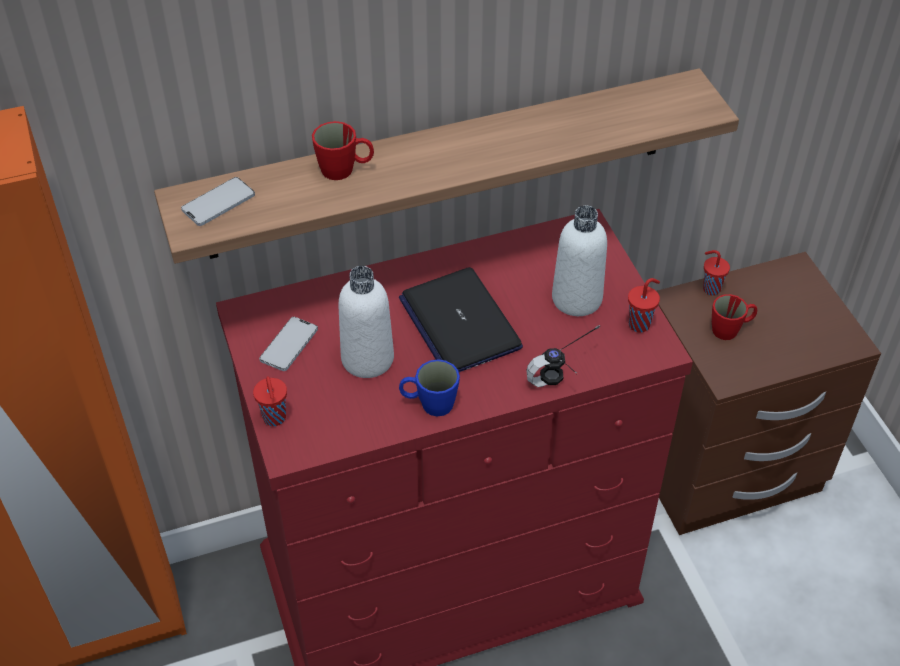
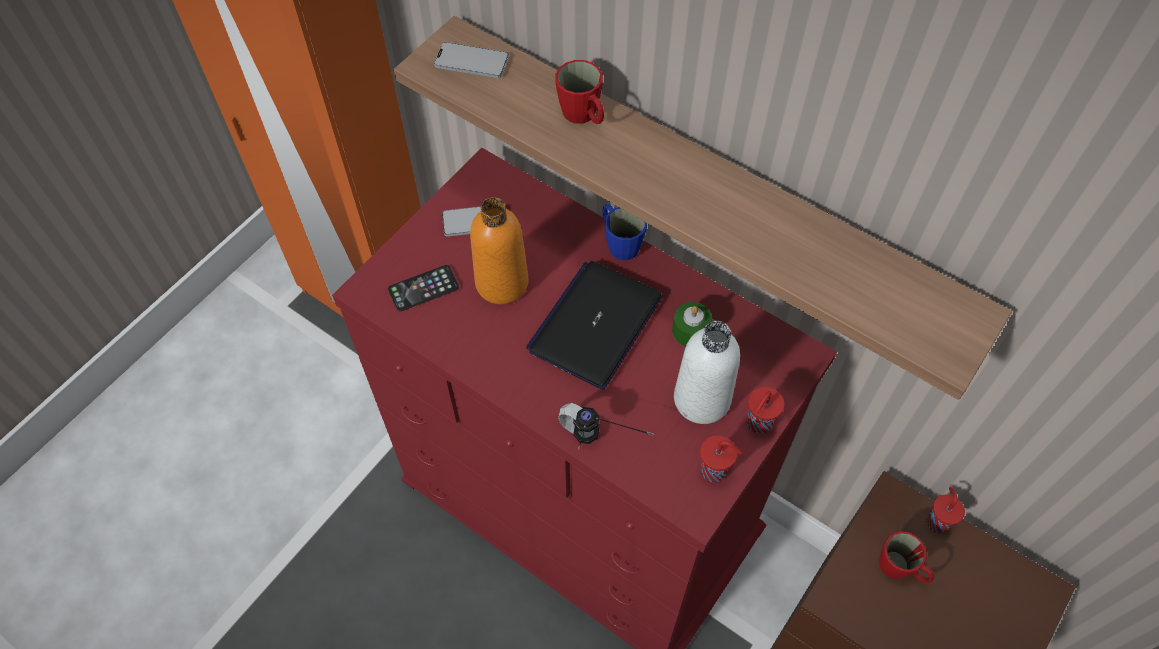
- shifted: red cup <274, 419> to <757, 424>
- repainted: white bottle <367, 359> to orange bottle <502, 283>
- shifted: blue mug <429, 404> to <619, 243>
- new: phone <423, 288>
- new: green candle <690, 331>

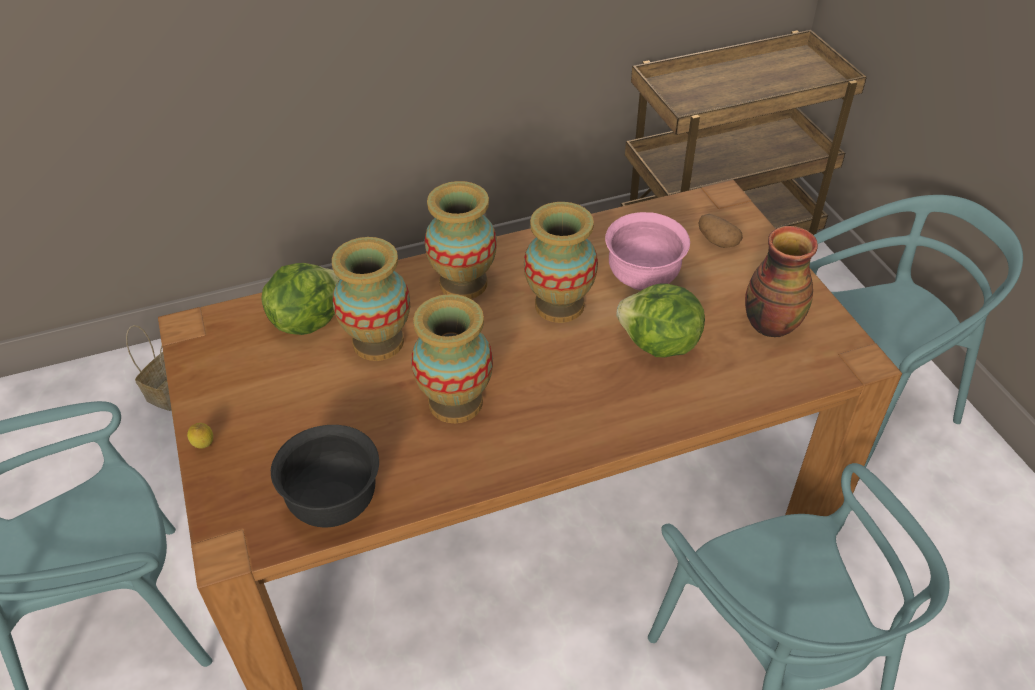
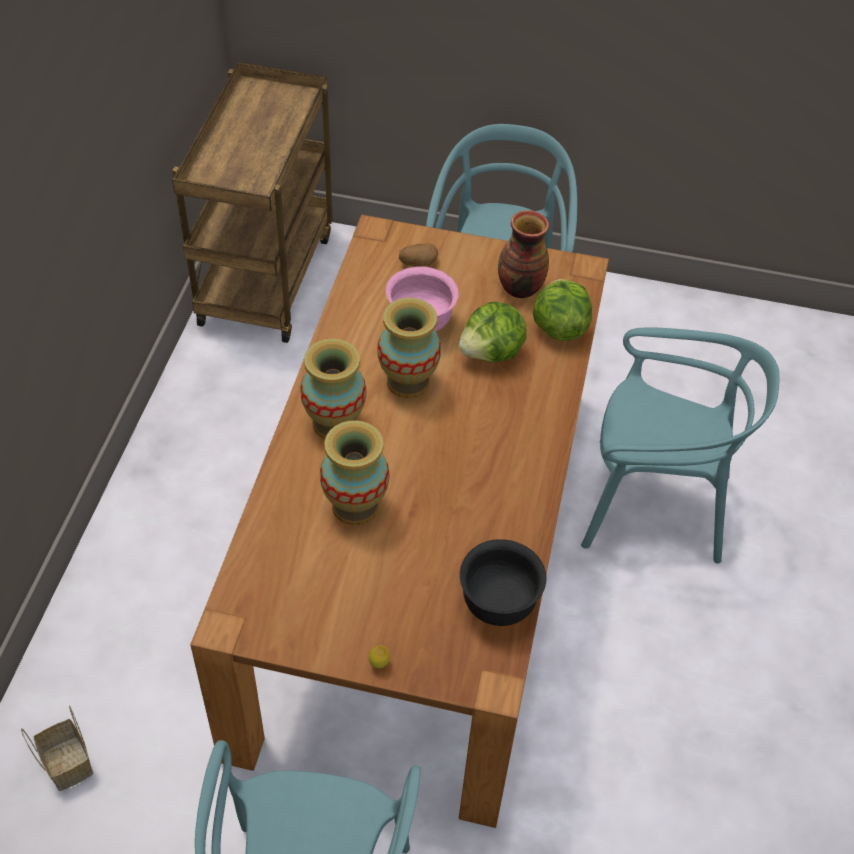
- shifted: lettuce <307, 320> to <559, 328>
- gone: vase <455, 402>

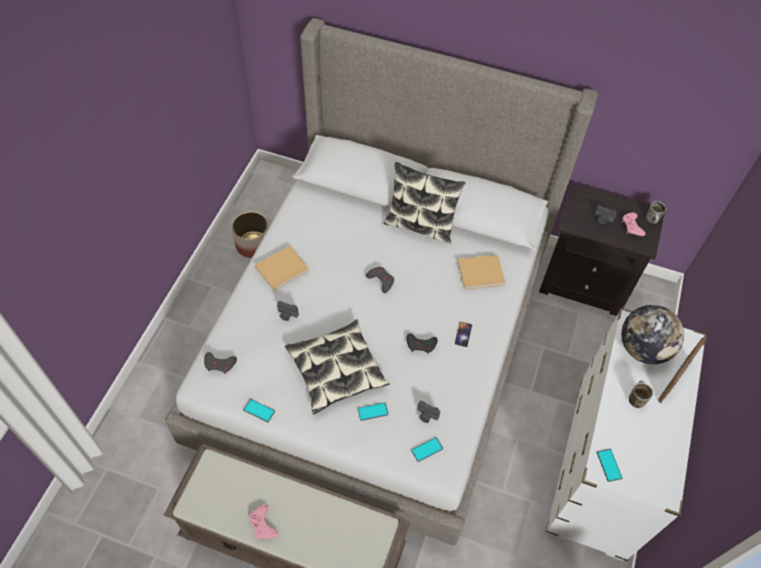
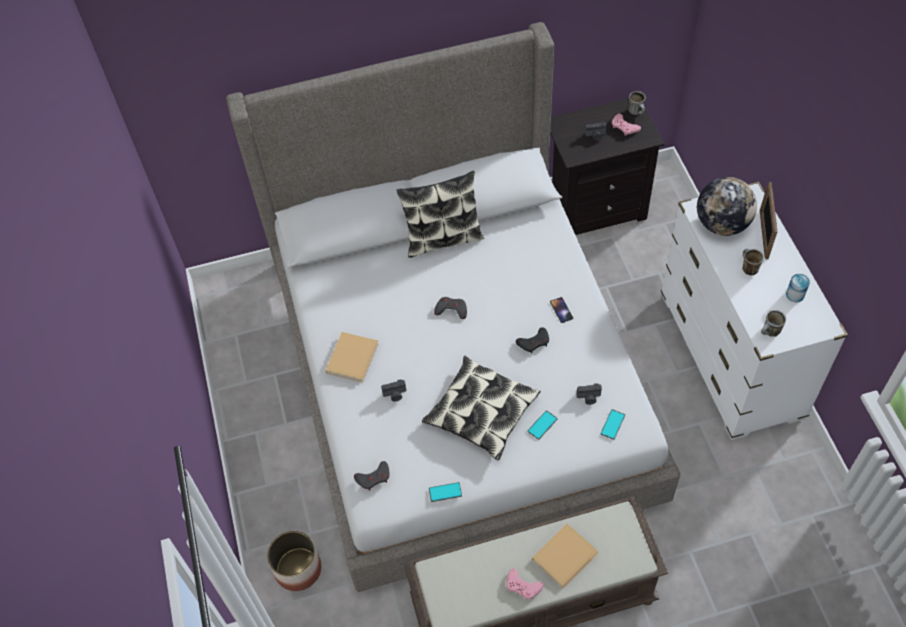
- shifted: planter <253, 245> to <298, 569>
- shifted: beige book <482, 273> to <566, 555>
- swapped: phone <609, 465> to mug <769, 333>
- new: can <795, 294>

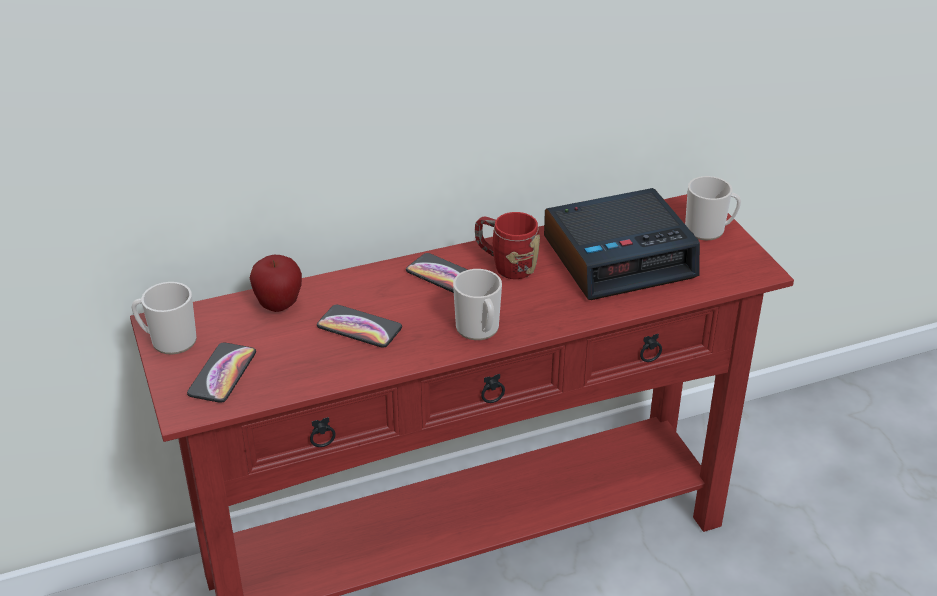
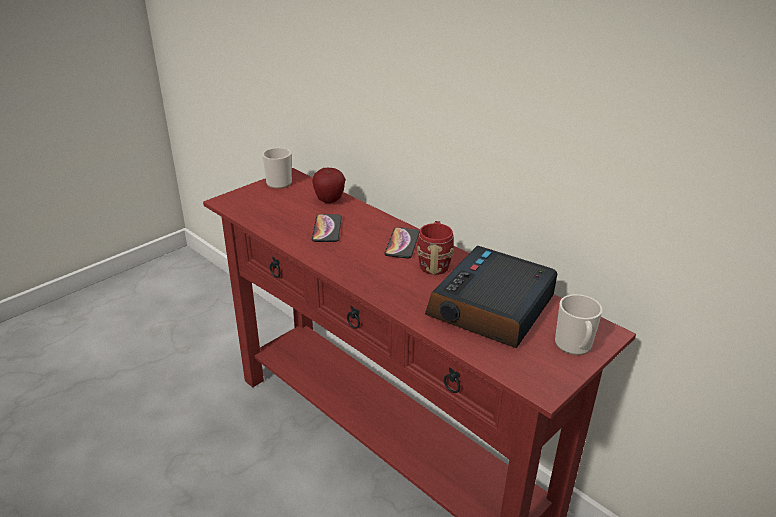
- gone: phone <222, 373>
- gone: mug <479, 330>
- rotated: alarm clock <620, 256> = <491, 308> 75 degrees clockwise

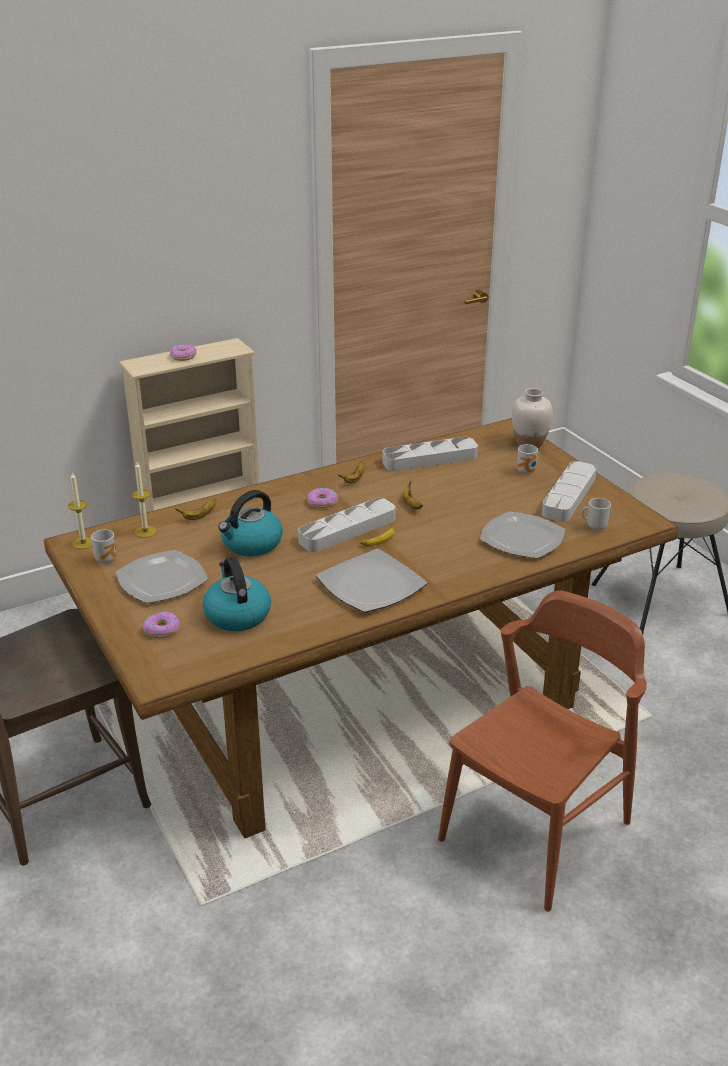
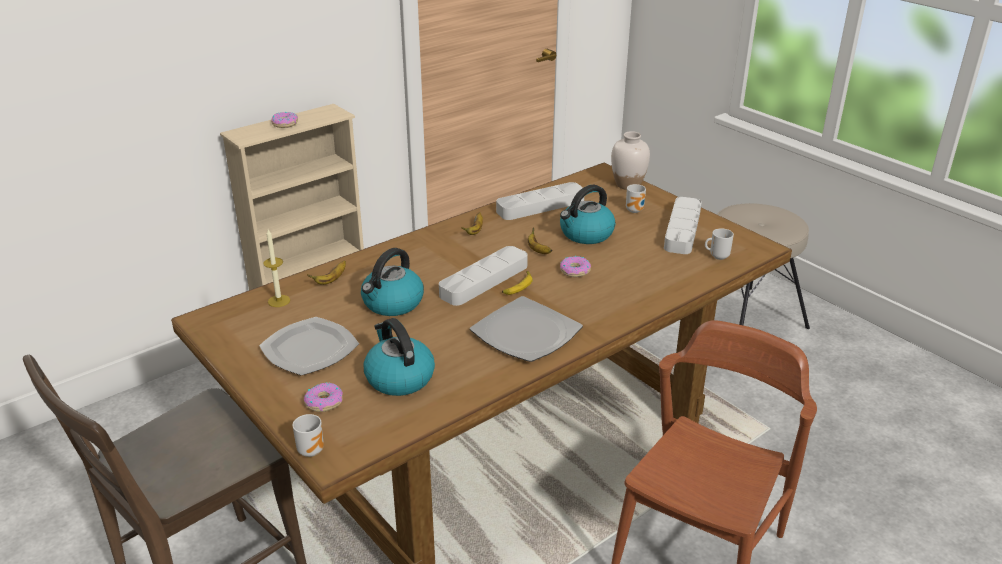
- gone: candle <83, 543>
- shifted: mug <107, 559> to <312, 450>
- shifted: donut <322, 502> to <575, 271>
- gone: plate <522, 539>
- new: kettle <586, 234>

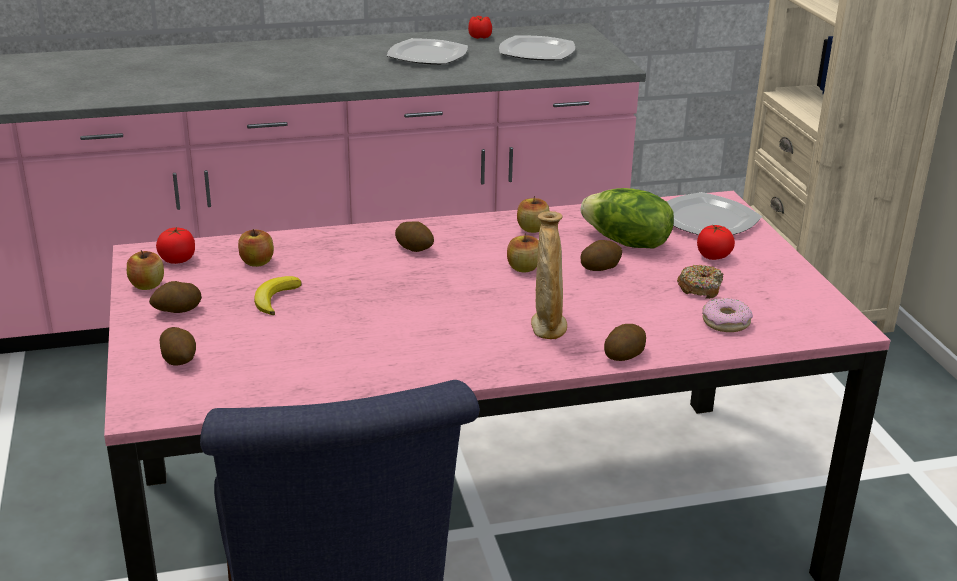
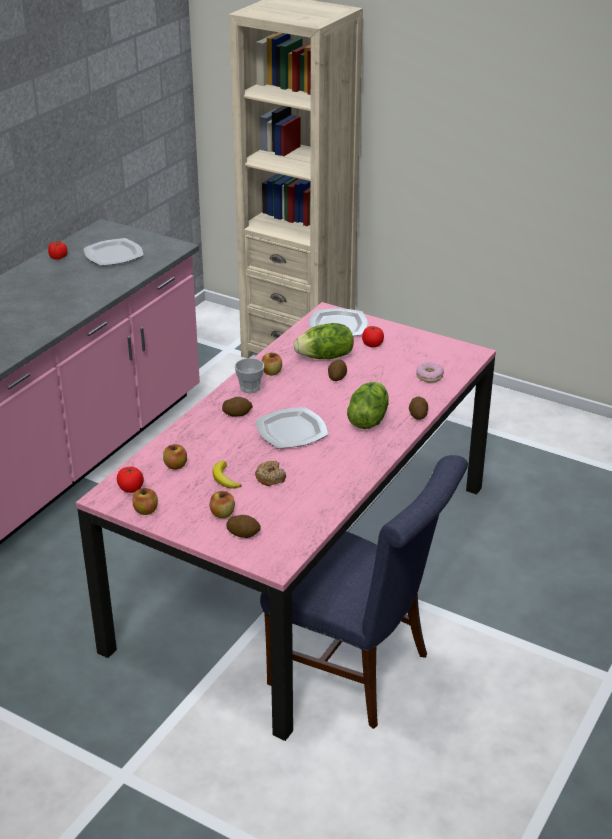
- gone: potato <177, 311>
- shifted: plate <428, 56> to <292, 431>
- shifted: apple <523, 268> to <222, 514>
- swapped: beige vase <548, 327> to lettuce <367, 419>
- shifted: donut <700, 288> to <270, 478>
- new: cup <250, 388>

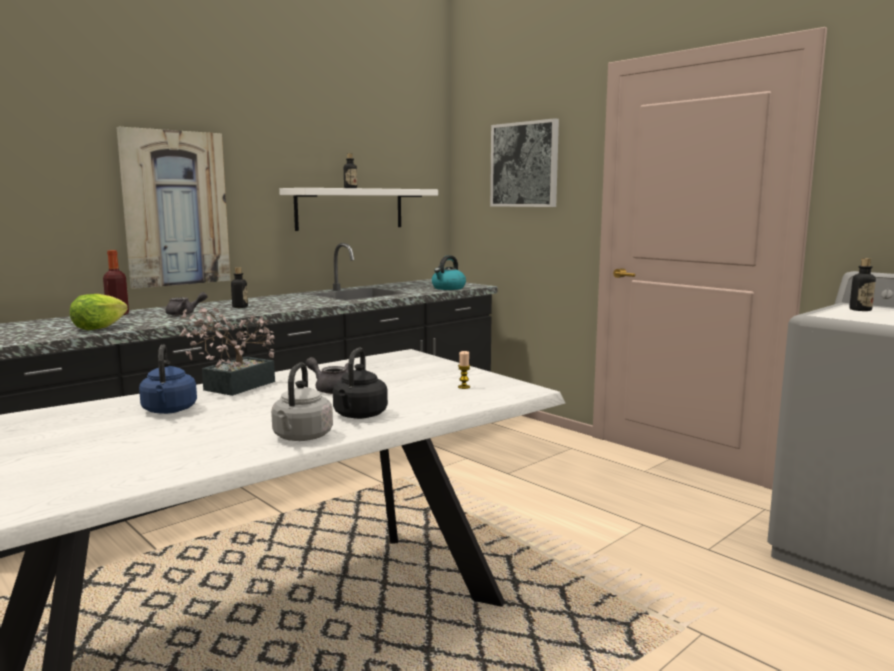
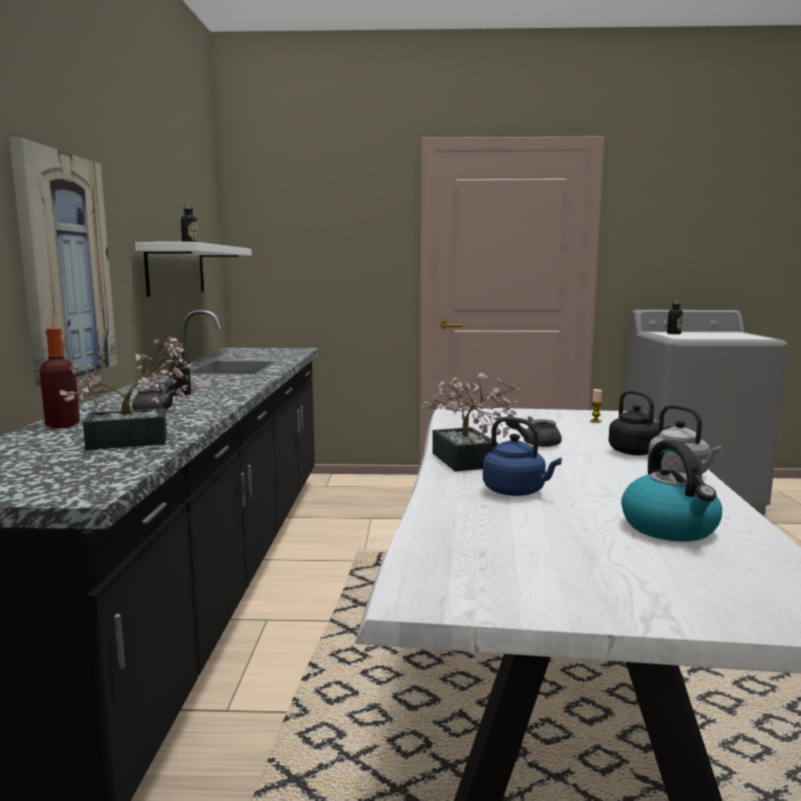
- swapped: lettuce <98, 328> to potted plant <138, 440>
- shifted: kettle <448, 288> to <670, 528>
- gone: picture <524, 164>

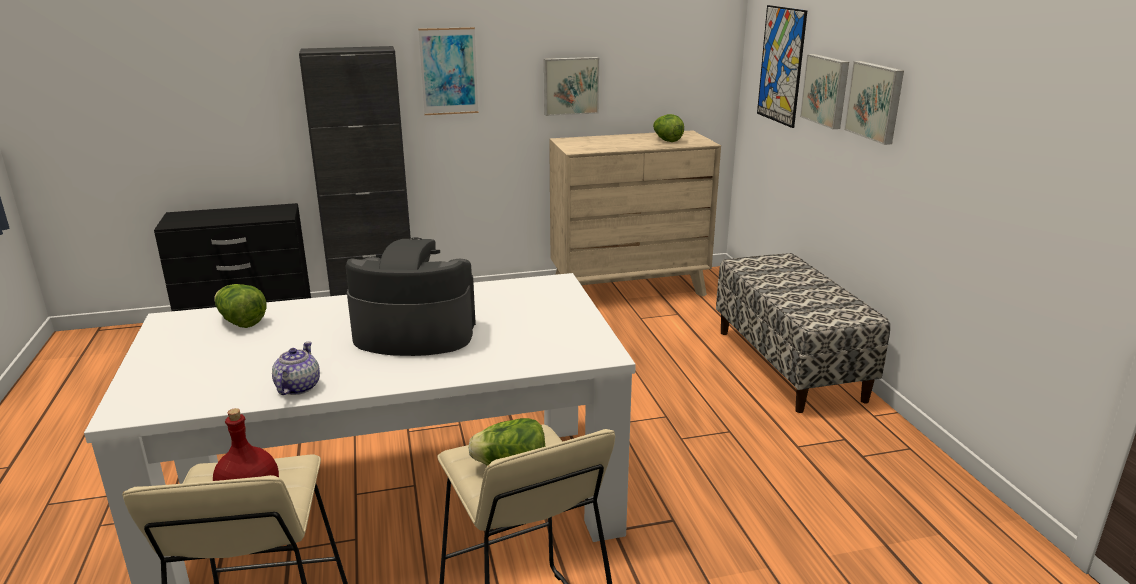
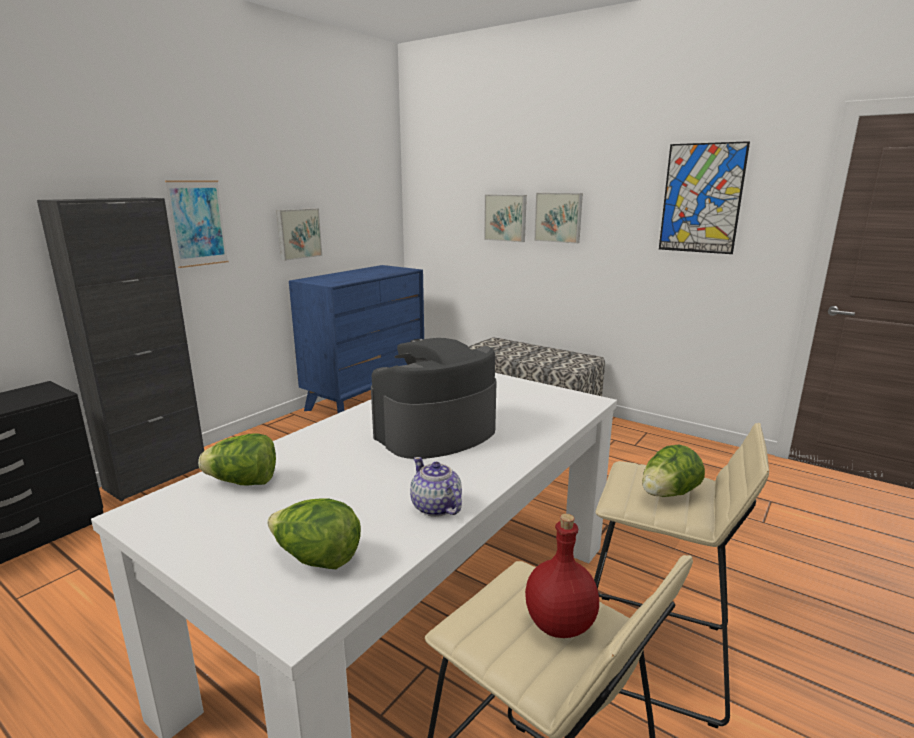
- repainted: beige dresser <628, 290> to blue dresser <366, 398>
- shifted: lettuce <666, 140> to <317, 559>
- shifted: picture <781, 65> to <701, 198>

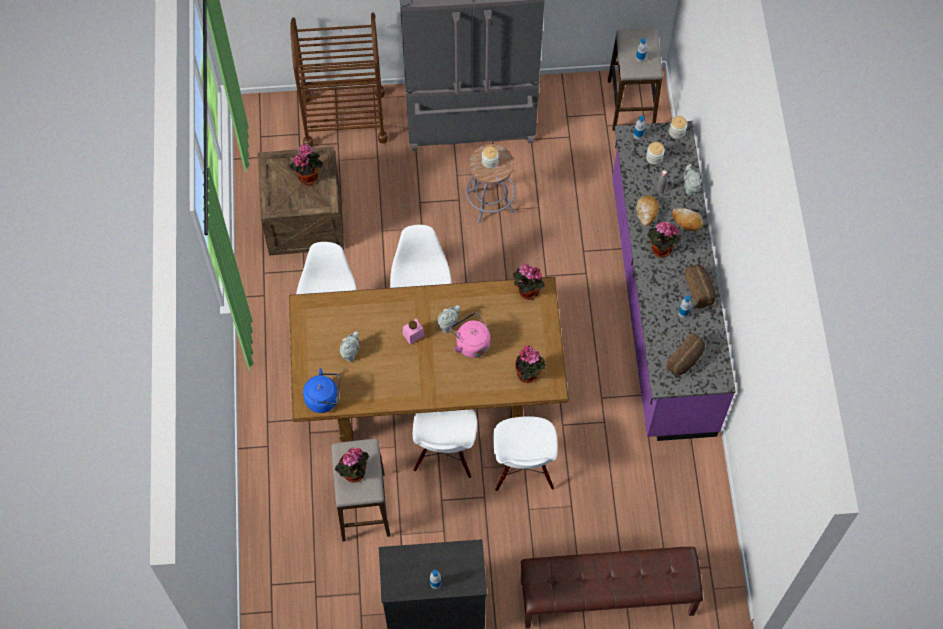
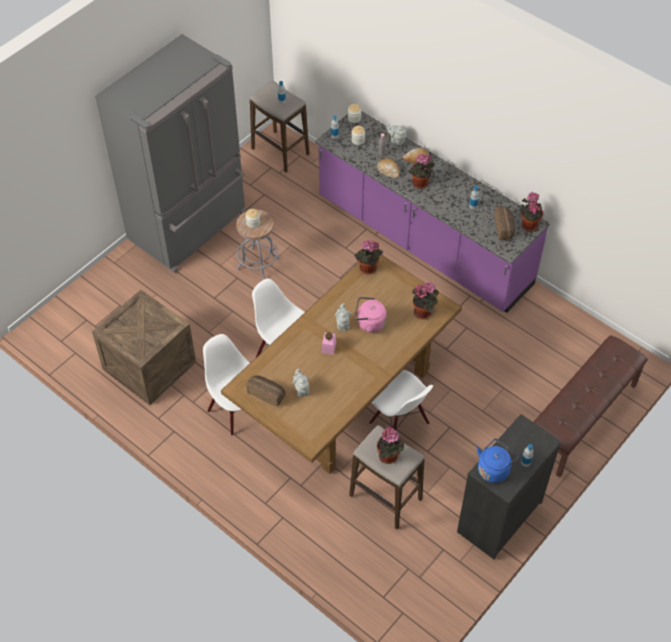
- gone: brown cart <344, 118>
- shifted: potted plant <308, 175> to <528, 224>
- shifted: blue kettle <324, 399> to <494, 469>
- gone: white chair <523, 469>
- shifted: bread <700, 289> to <267, 393>

